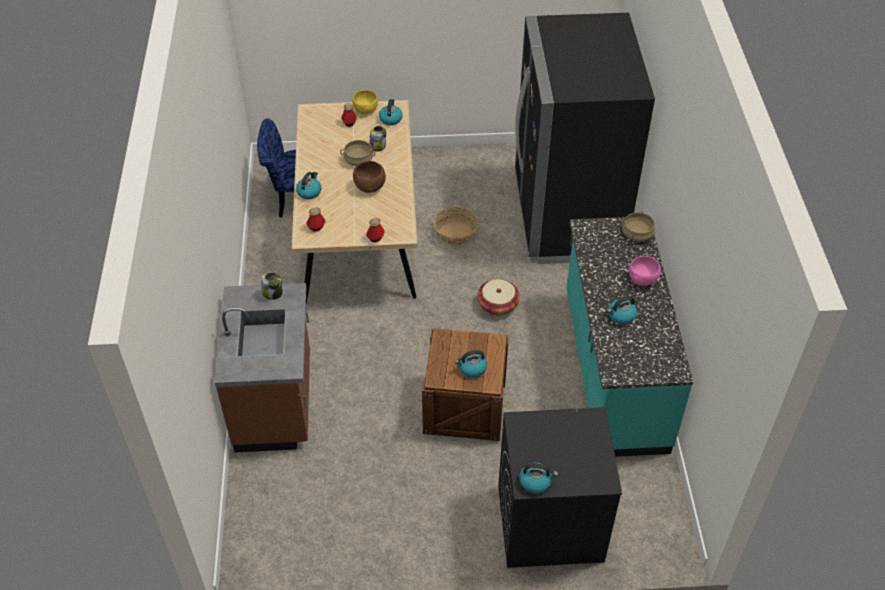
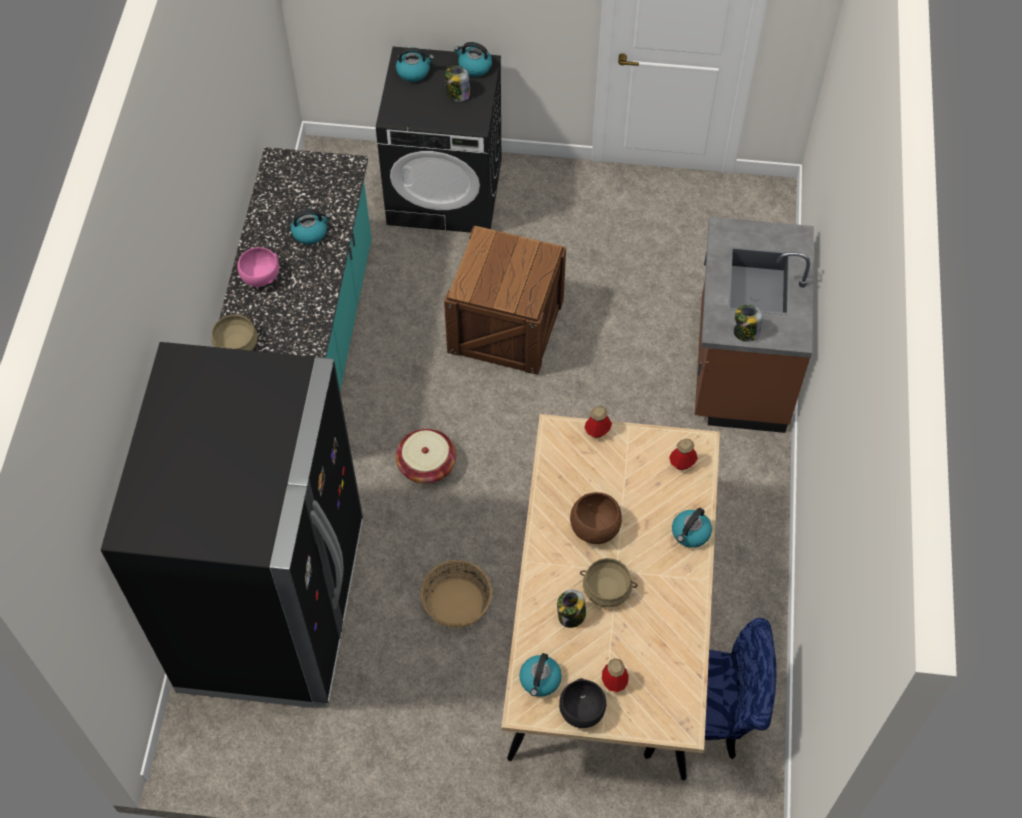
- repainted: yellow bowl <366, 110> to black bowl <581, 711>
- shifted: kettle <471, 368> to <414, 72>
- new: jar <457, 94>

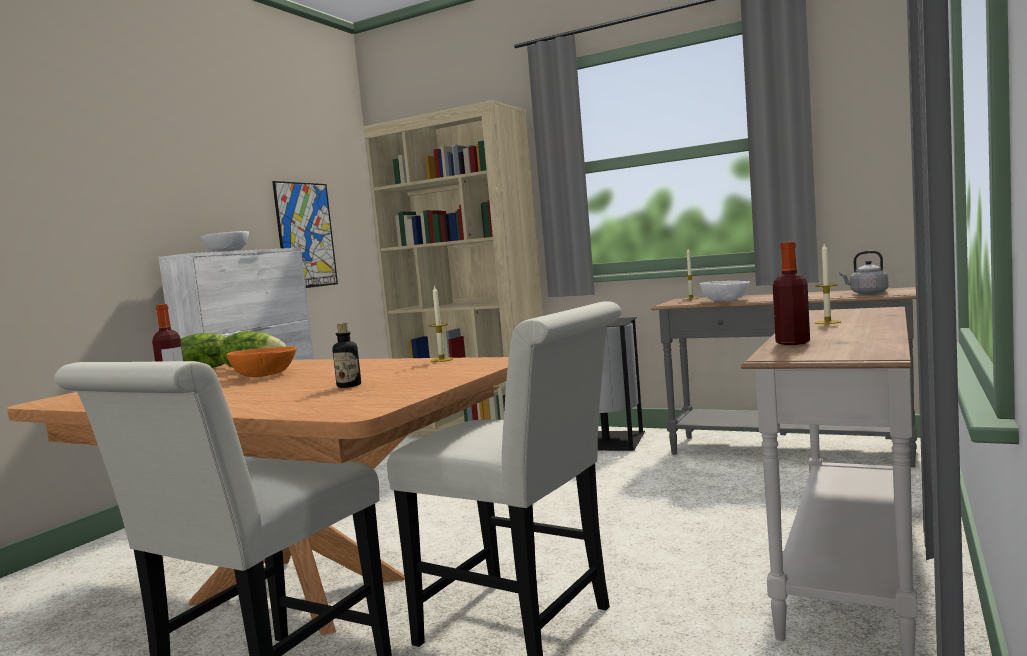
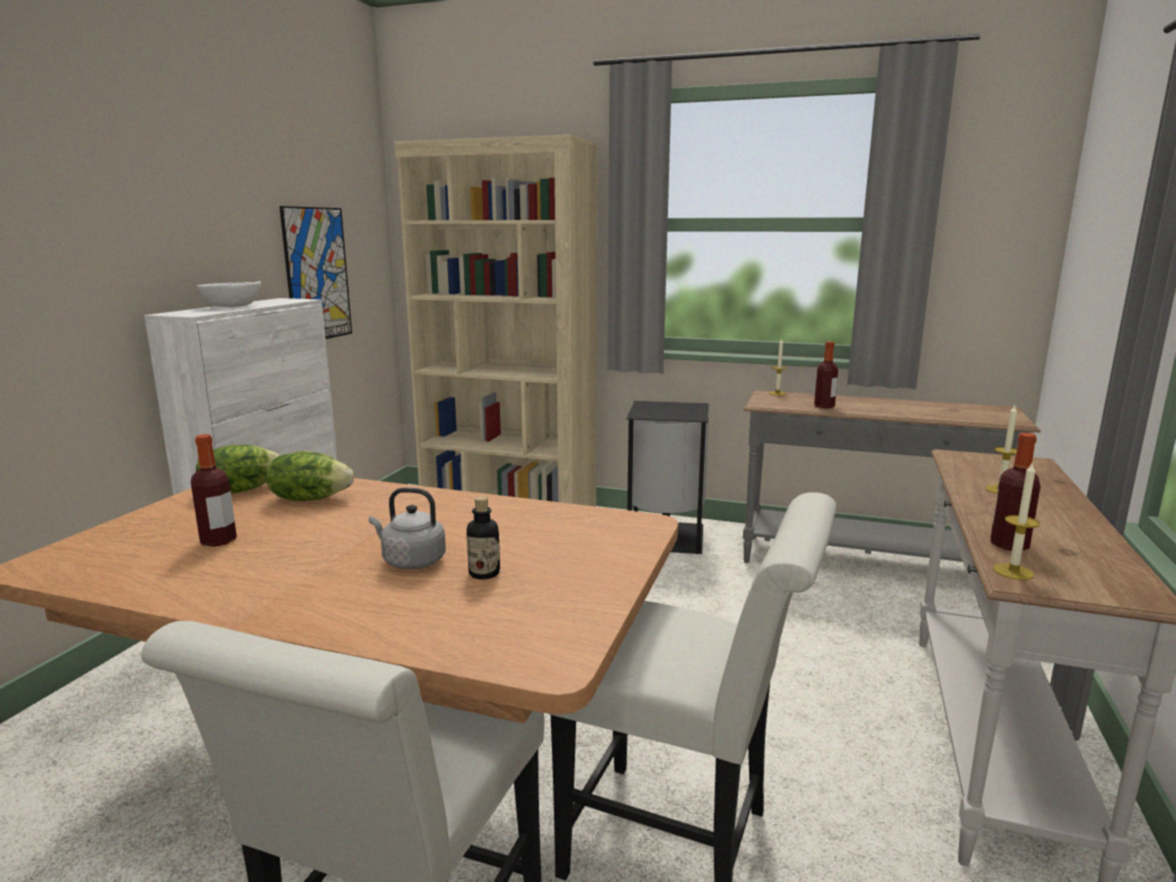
- gone: orange bowl <264, 375>
- shifted: candle <442, 360> to <1013, 572>
- swapped: white bowl <725, 300> to bottle <824, 406>
- shifted: grey kettle <867, 293> to <411, 561>

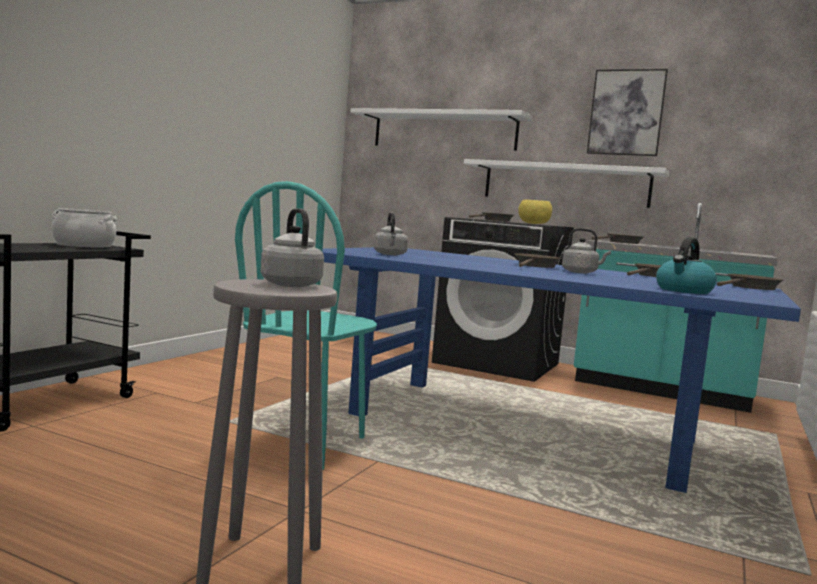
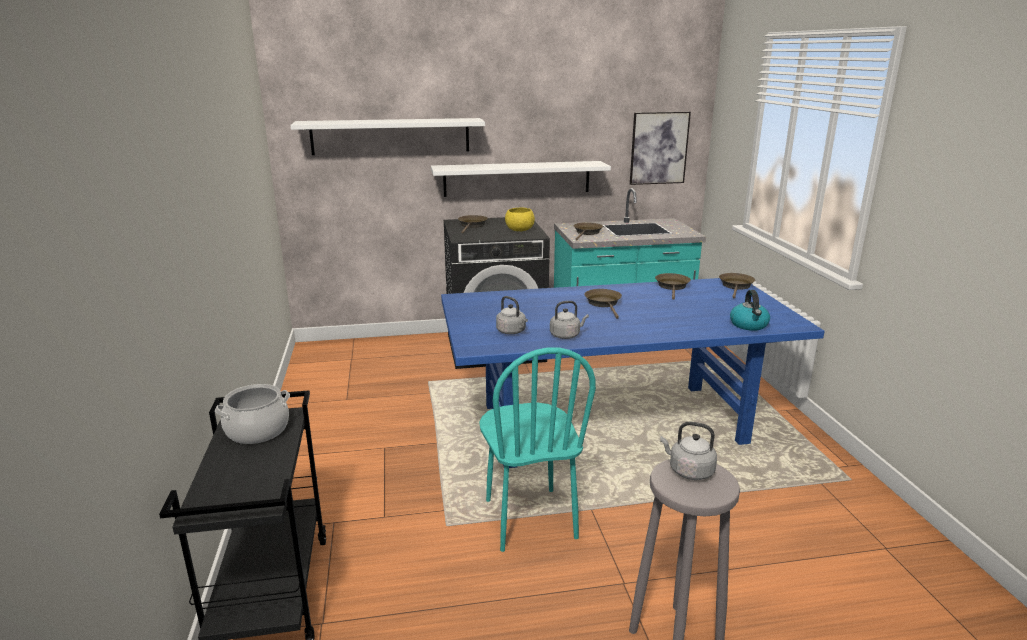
- shifted: grey kettle <581, 272> to <566, 335>
- shifted: picture <626, 112> to <659, 148>

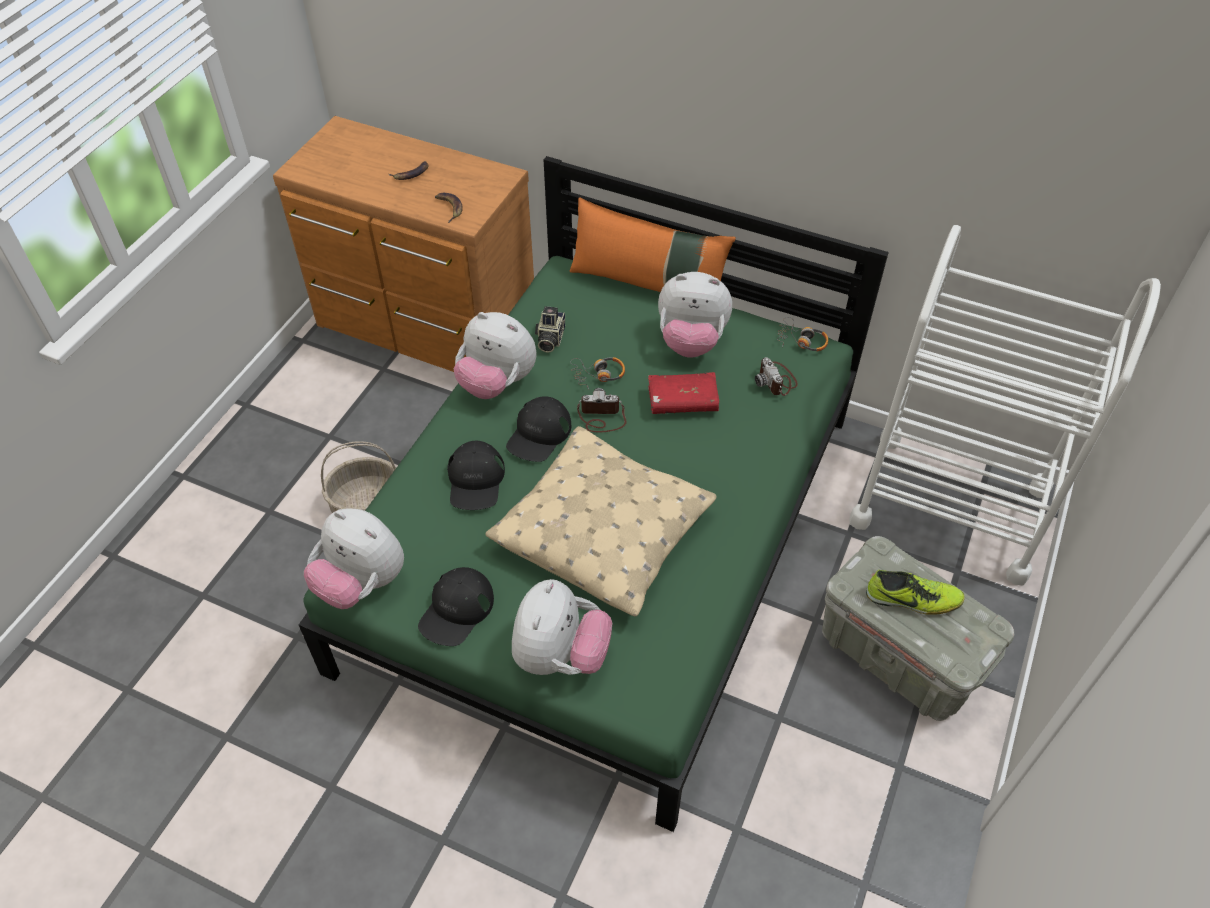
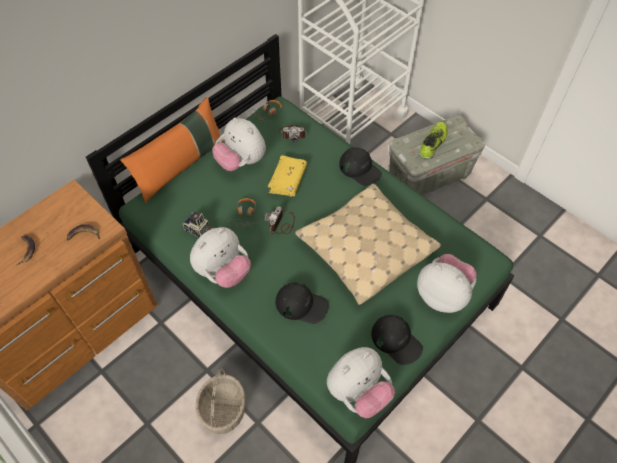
- shifted: black cap <539, 434> to <360, 169>
- repainted: red book <682, 401> to yellow book <288, 180>
- rotated: plush toy <691, 341> = <241, 161> 105 degrees clockwise

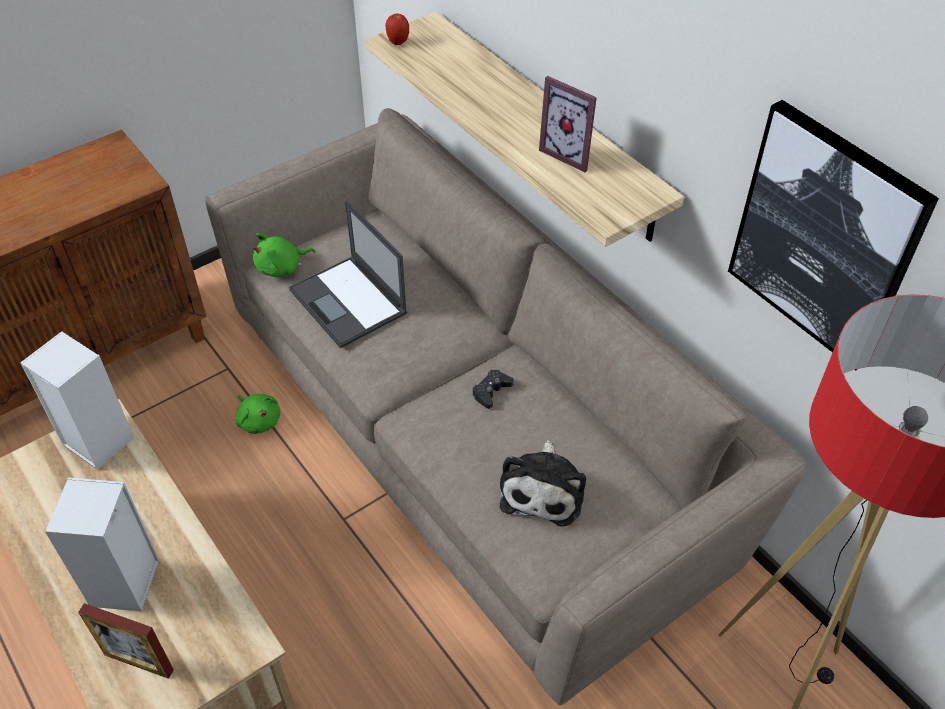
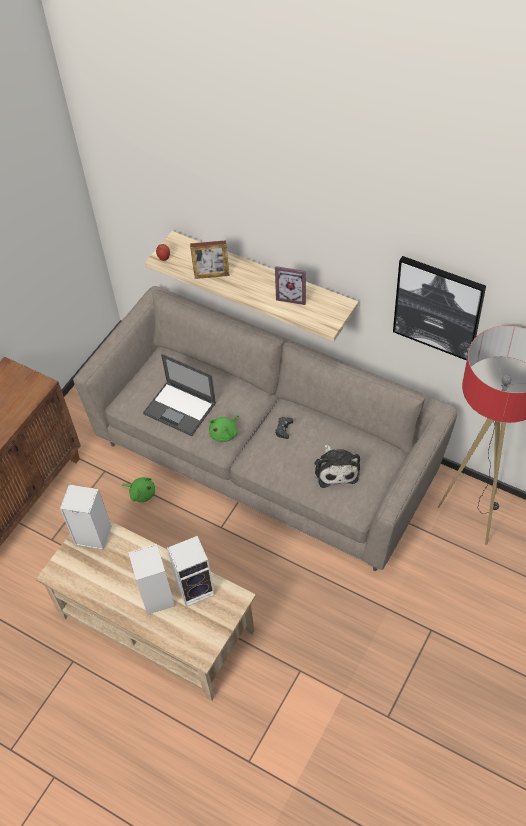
- shifted: picture frame <139, 662> to <212, 275>
- shifted: green plush toy <282, 268> to <225, 433>
- new: speaker <196, 587>

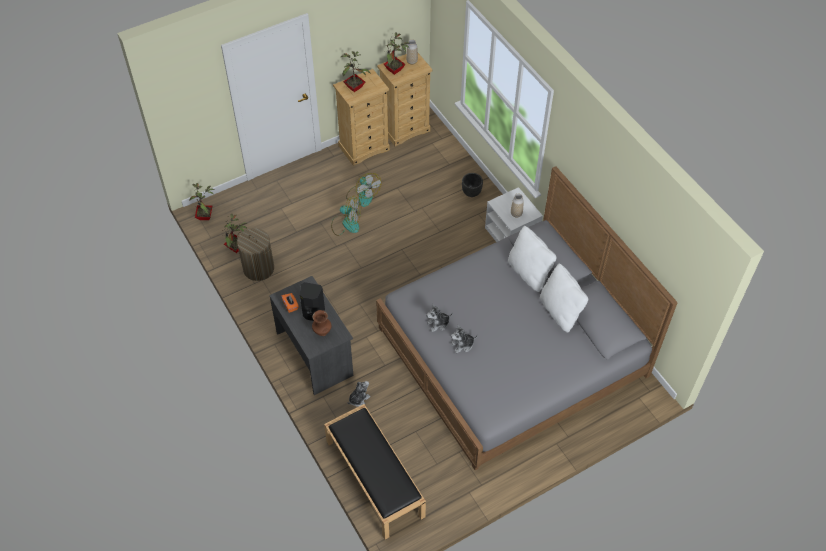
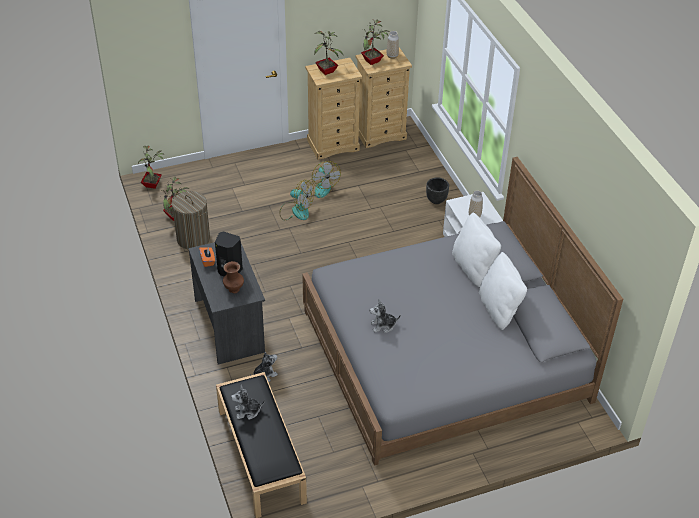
- shifted: plush toy <438, 324> to <247, 411>

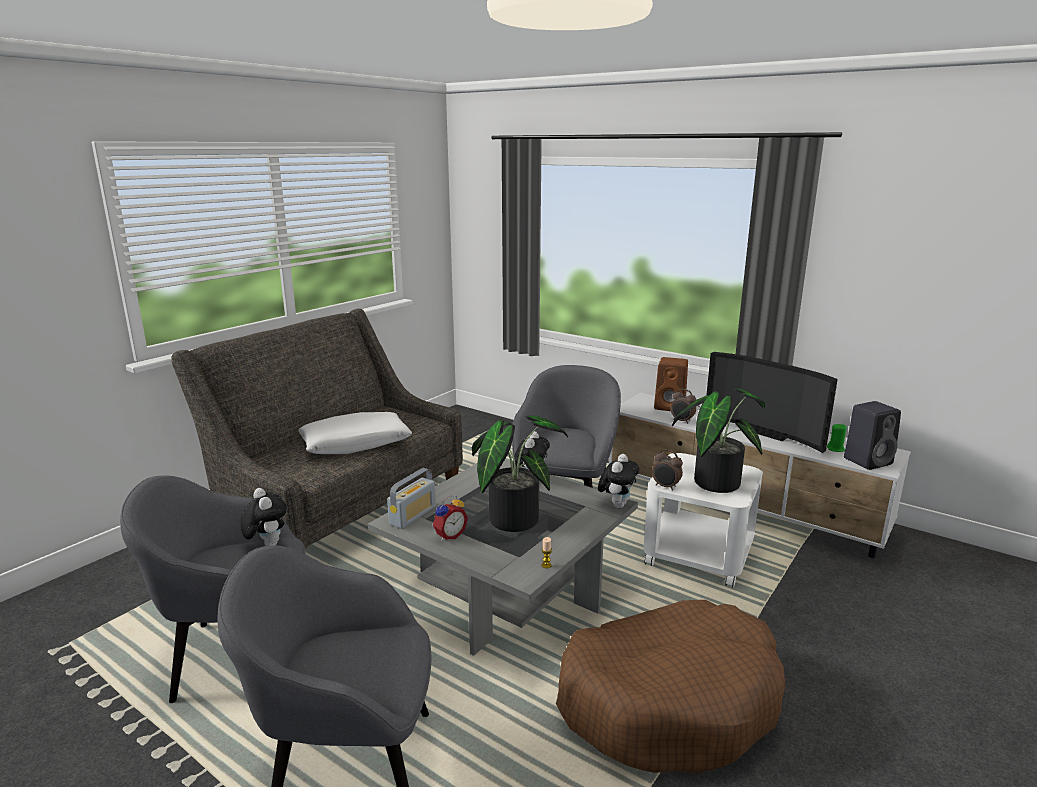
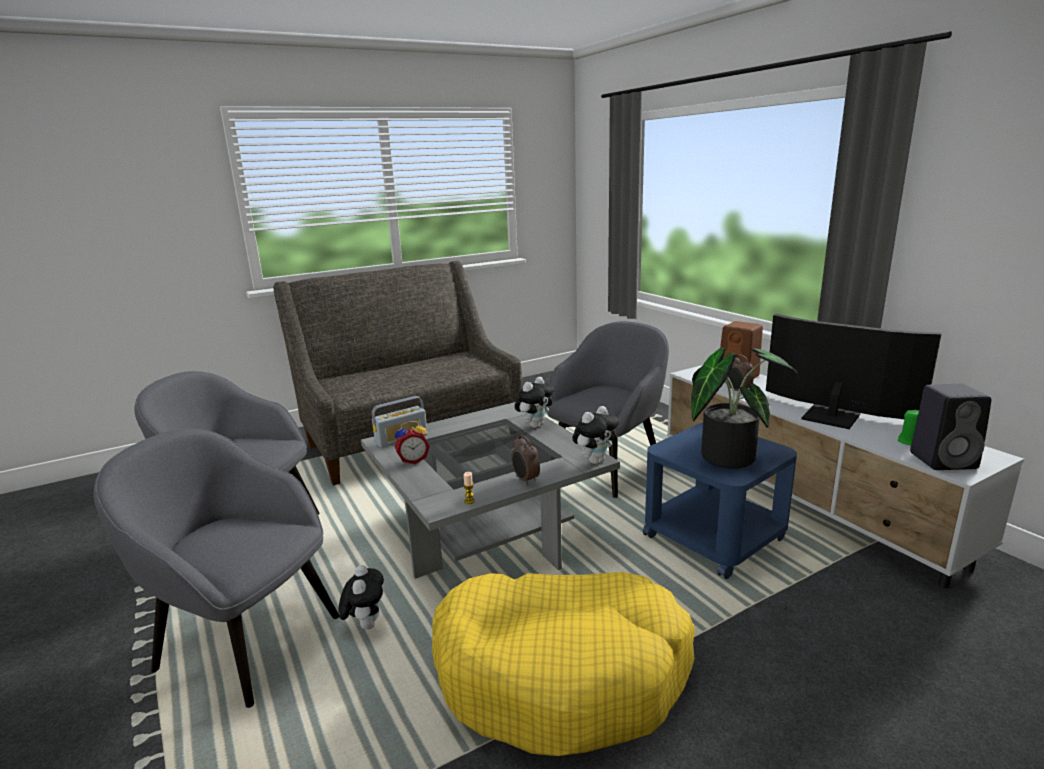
- shifted: plush toy <267, 544> to <366, 624>
- gone: white pillow <355, 444>
- gone: potted plant <513, 516>
- repainted: brown dog bed <669, 701> to yellow dog bed <562, 673>
- repainted: white side table <698, 553> to blue side table <714, 536>
- shifted: alarm clock <665, 487> to <525, 480>
- rotated: television <768, 433> = <834, 414> 150 degrees clockwise

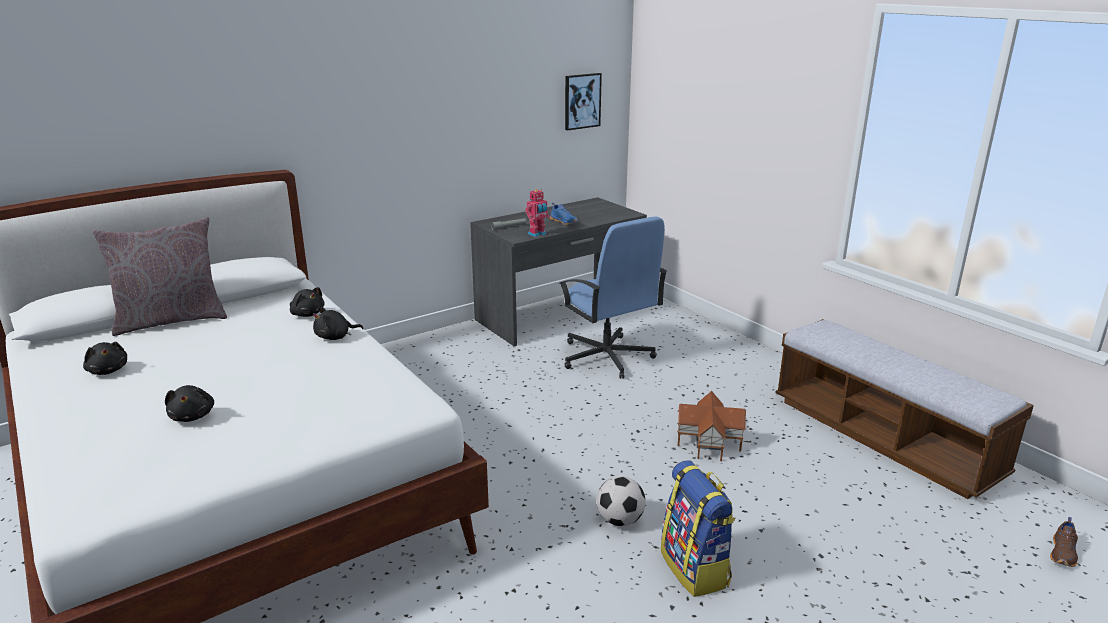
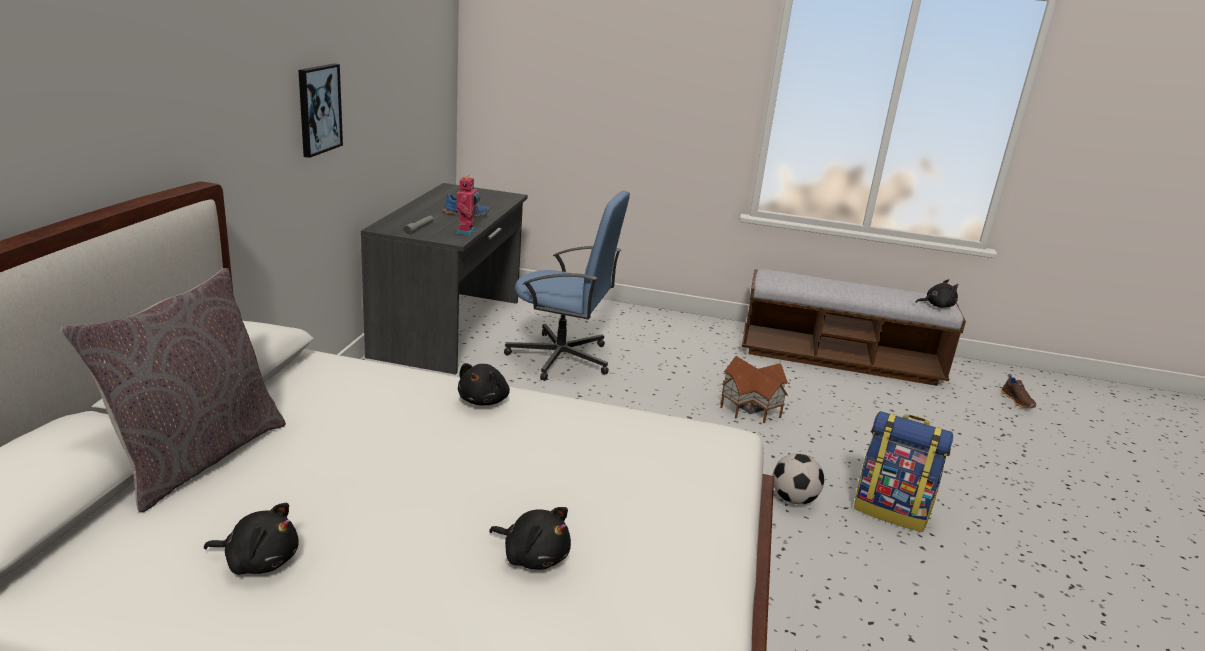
- shifted: black plush toy <307, 314> to <937, 305>
- shifted: picture <582, 101> to <318, 109>

